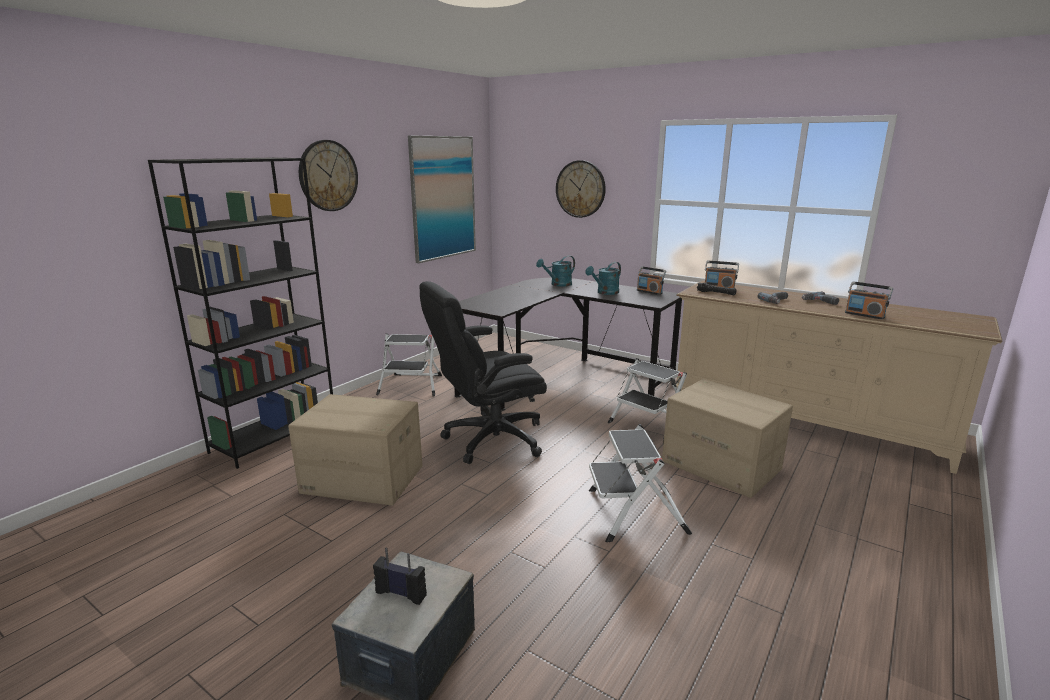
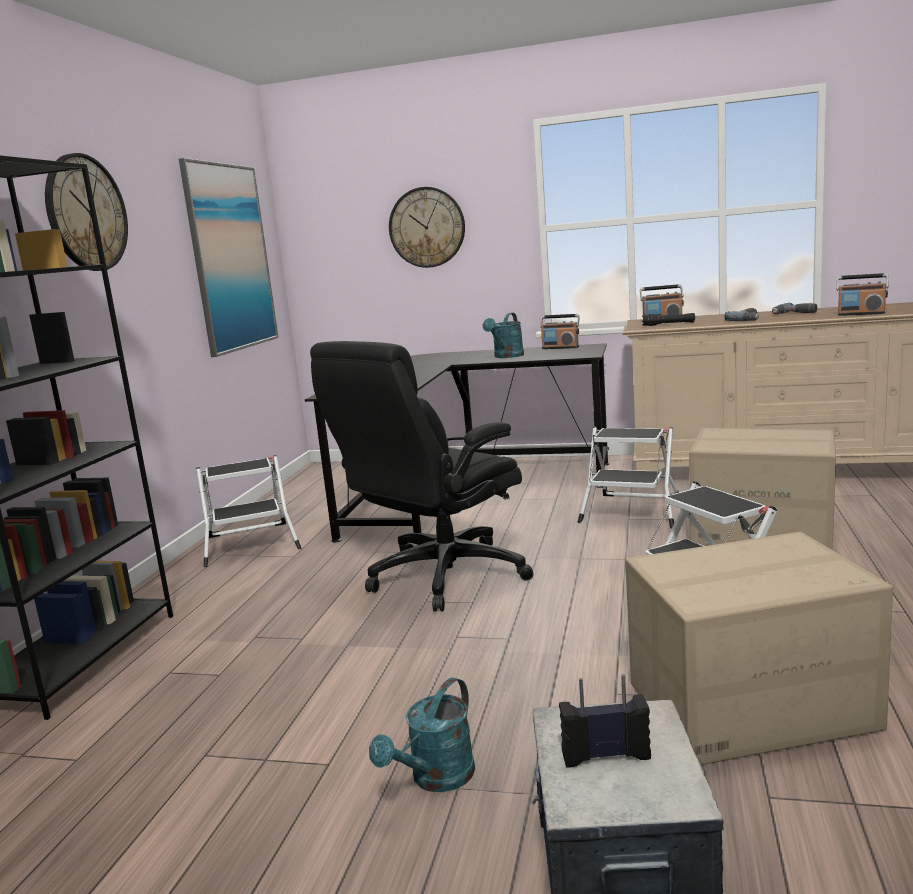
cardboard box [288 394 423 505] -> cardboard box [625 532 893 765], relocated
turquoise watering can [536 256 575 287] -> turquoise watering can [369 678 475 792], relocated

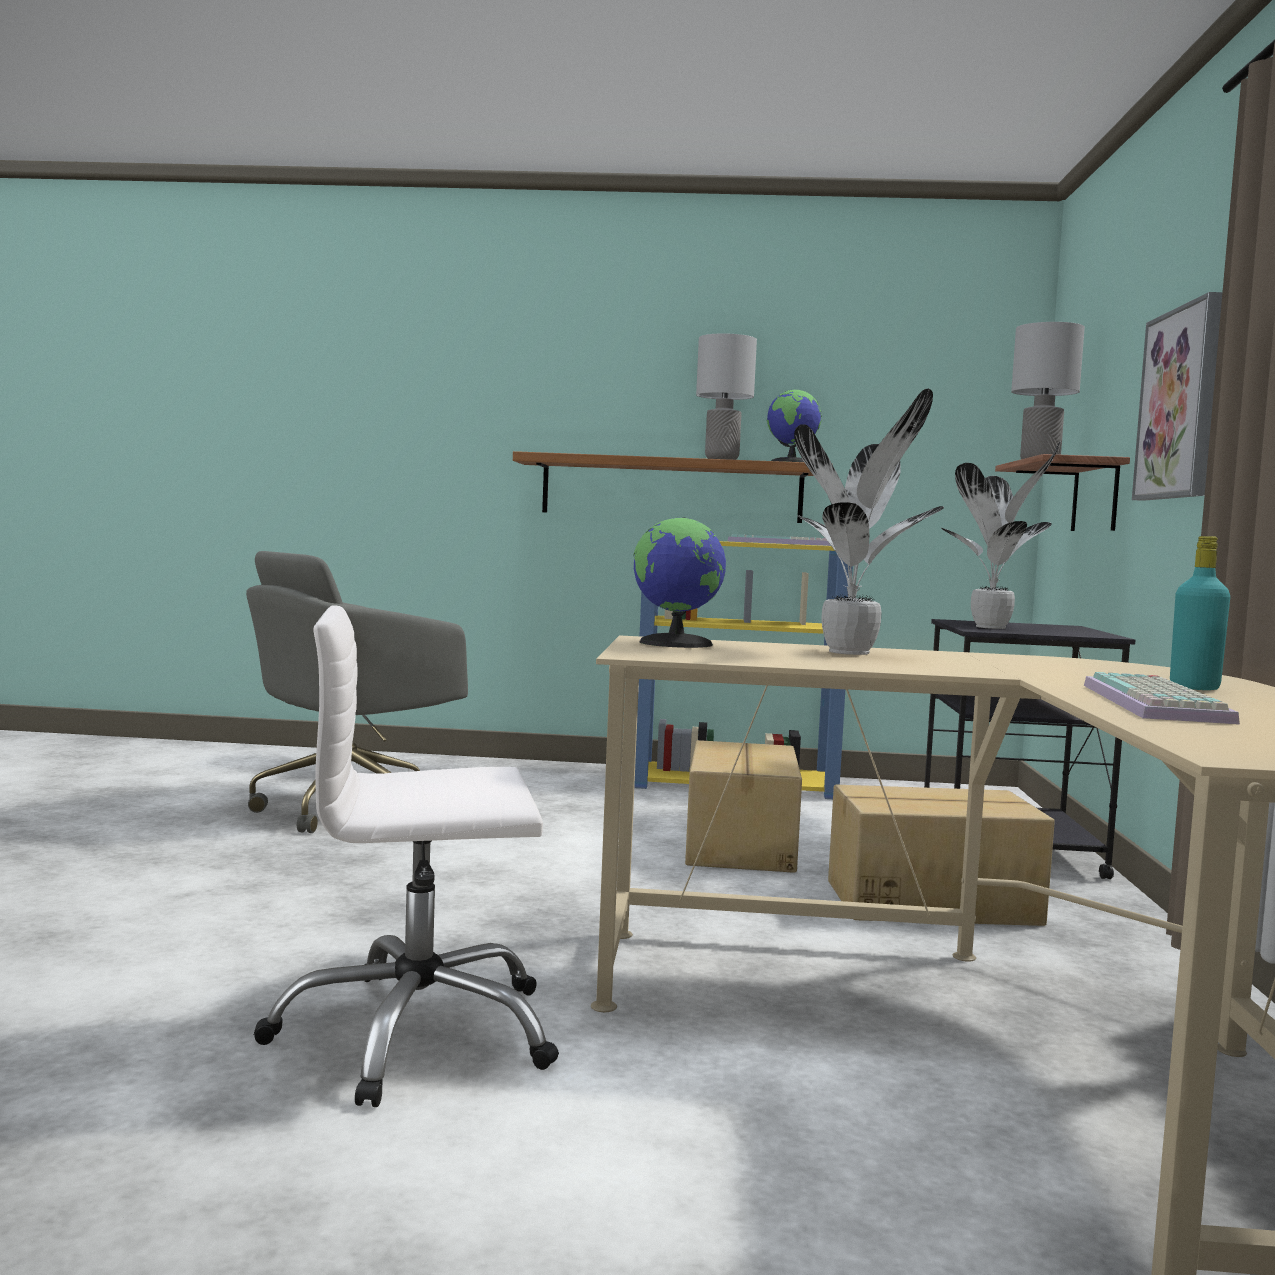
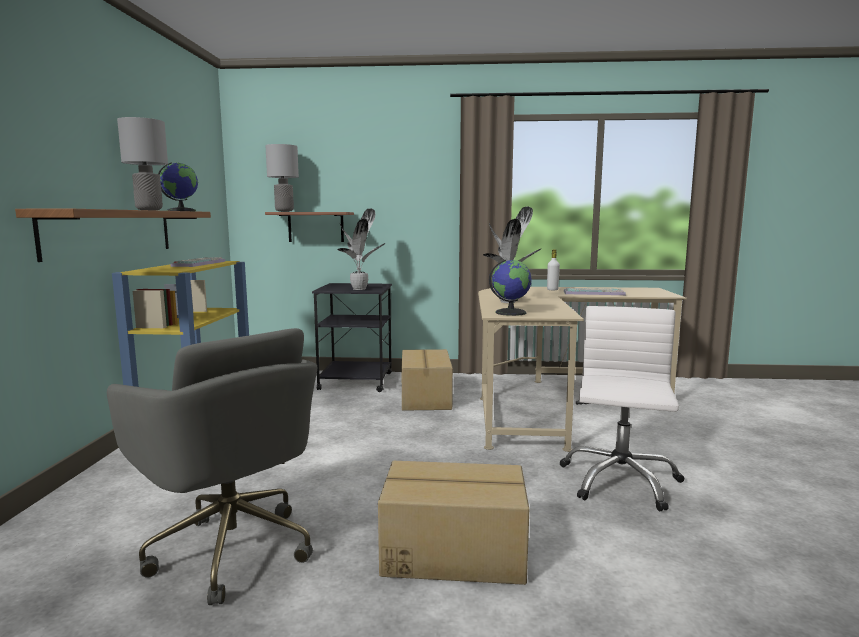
picture [1132 292 1222 501] -> none
cardboard box [685 740 802 873] -> cardboard box [378 461 529 585], relocated
turquoise bottle [1170 536 1230 690] -> white bottle [547 249 560 290]
white office chair [254 606 559 1107] -> white office chair [559 306 685 511], 150 degrees counterclockwise

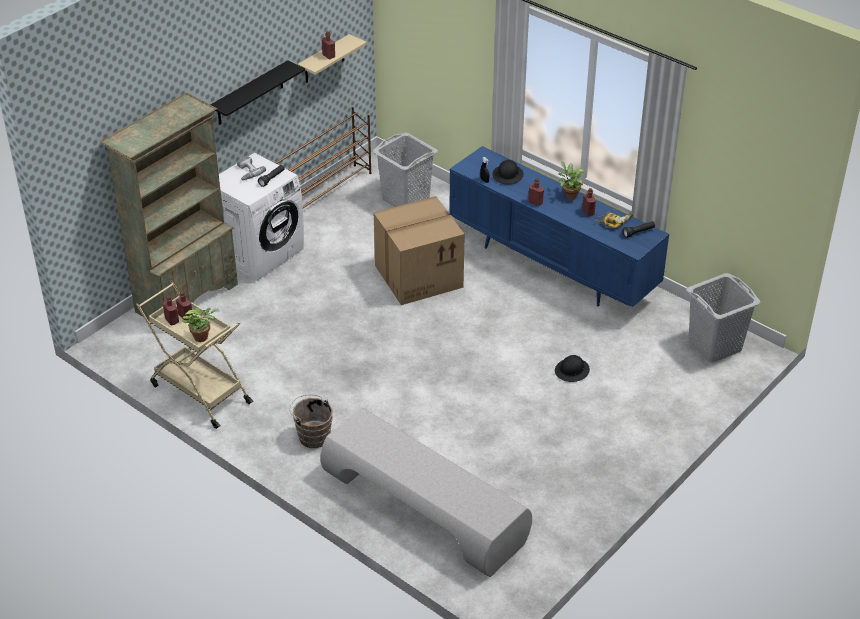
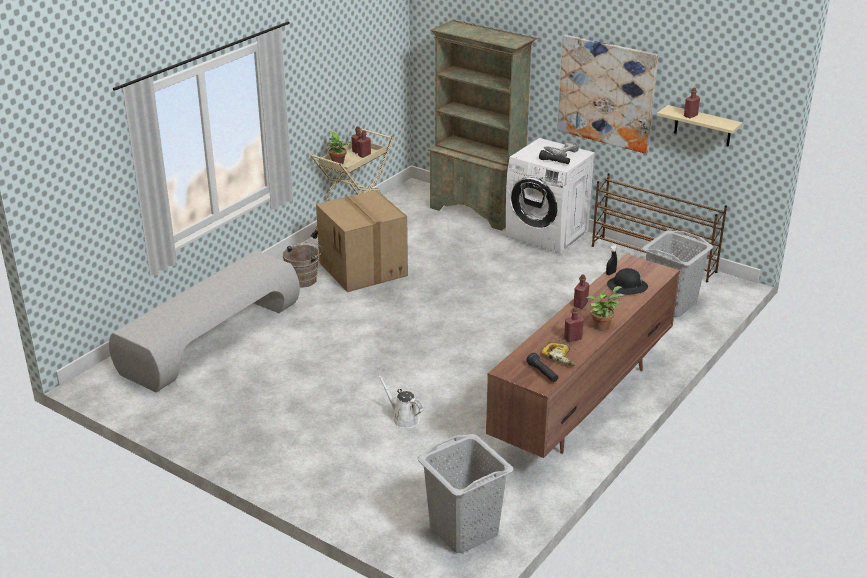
cardboard box [374 196 465 305] -> cardboard box [316 190 408 292], relocated
black shelf [211 60 305 125] -> picture [557 35 658 154]
black hard hat [555 355 590 382] -> white watering can [378 375 423 428]
blue cabinet [449 146 669 307] -> brown cabinet [486 254 680 458]

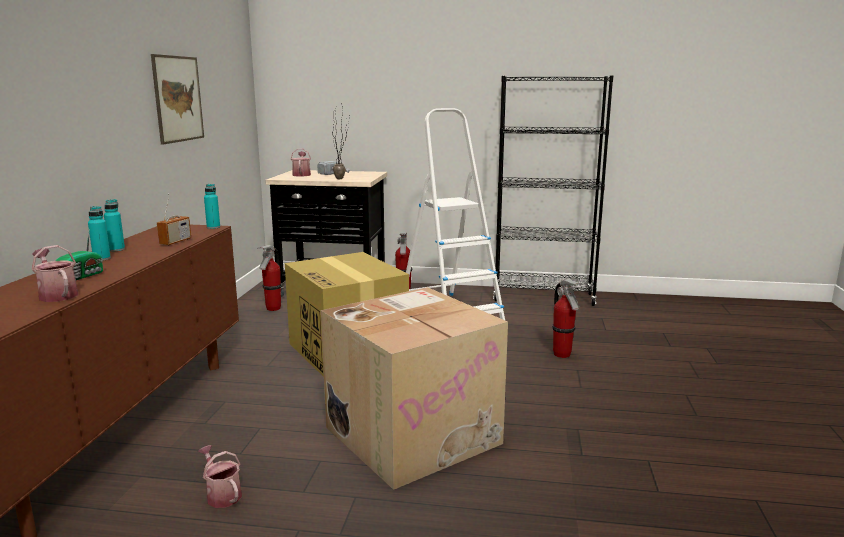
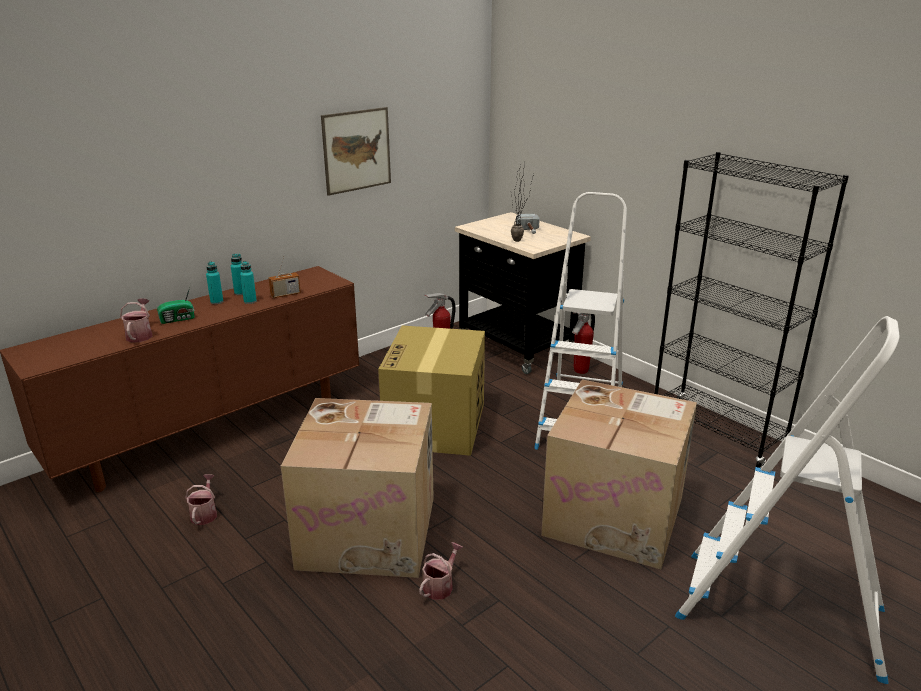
none -> white step ladder [675 316 900 684]
turquoise bottle [204 184 220 229] -> turquoise bottle [240 261 257 304], relocated
watering can [291 149 311 177] -> watering can [419 542 463 600], relocated
fire extinguisher [552 279 582 358] -> cardboard box [541 379 697 569]

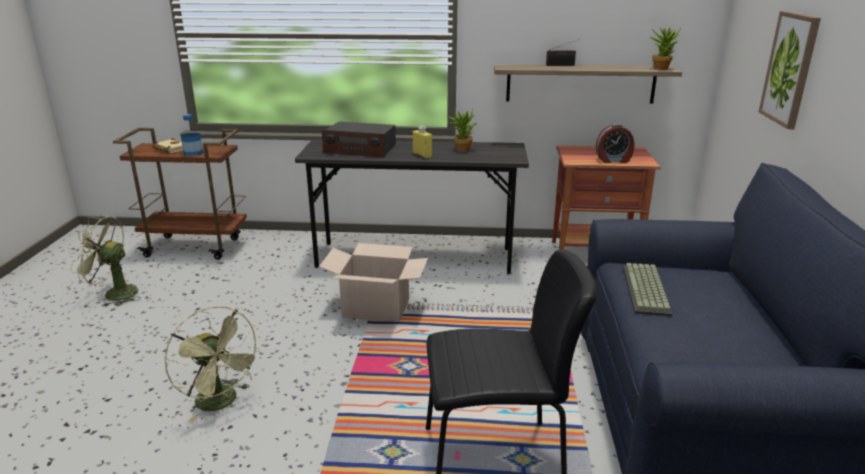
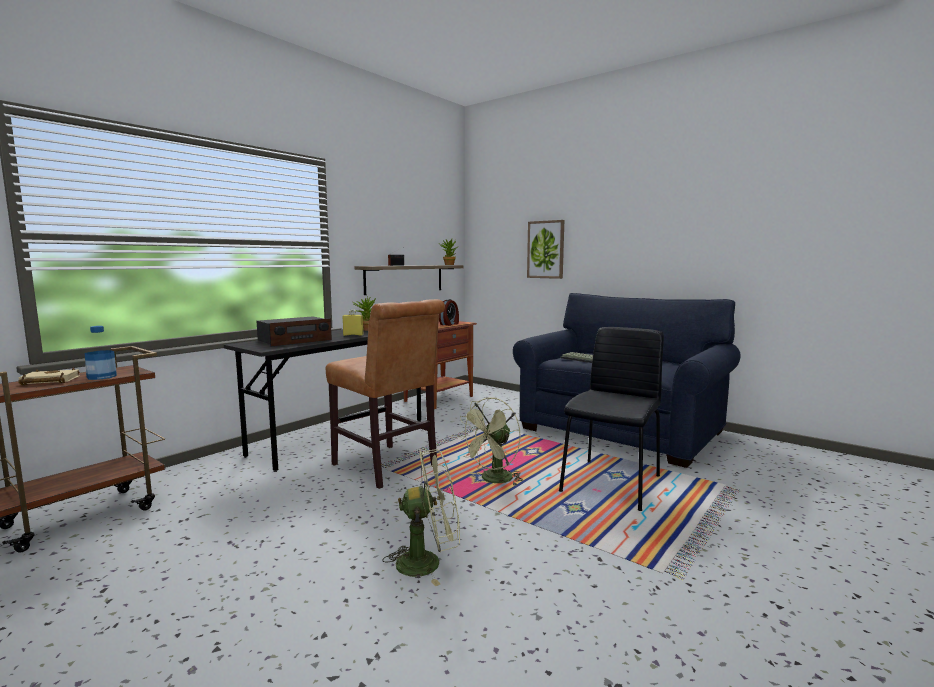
green fan [69 215 141 307] -> green fan [457 397 523 486], relocated
cardboard box [319 243 428 322] -> brown chair [326 299 445 489]

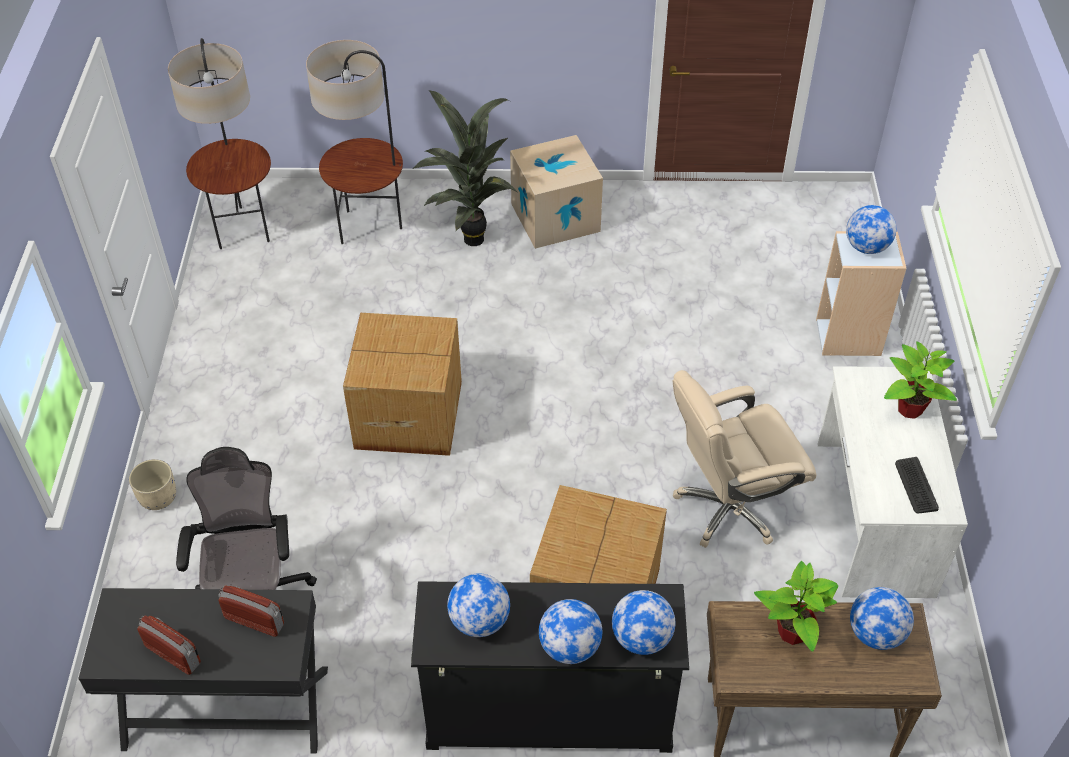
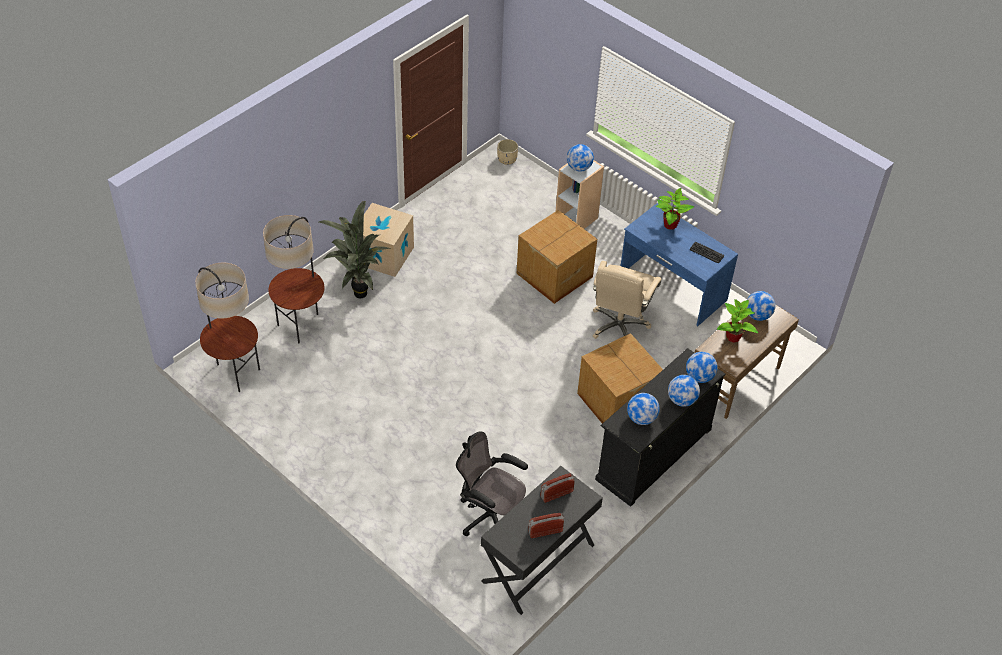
beige planter [129 459 176 510] -> beige planter [497 139 518 165], relocated
cardboard box [343 313 462 456] -> cardboard box [516 210 597 304], relocated
white desk [817 366 968 598] -> blue desk [621 203 738 326]

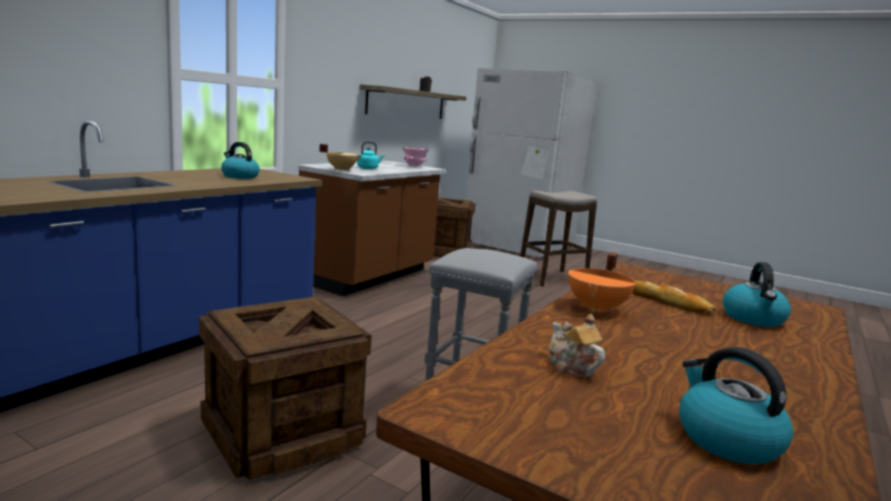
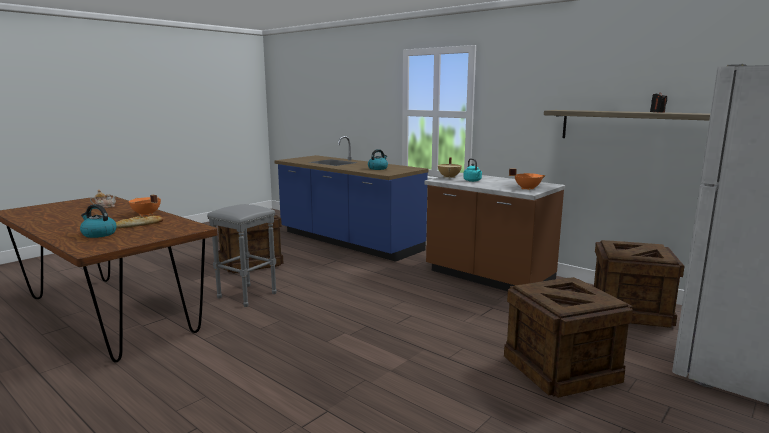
kettle [679 347 793 464] -> none
pink bowl [402 147 429 167] -> orange cooking pot [509 169 546 190]
stool [520 191 597 287] -> crate [504 277 633 398]

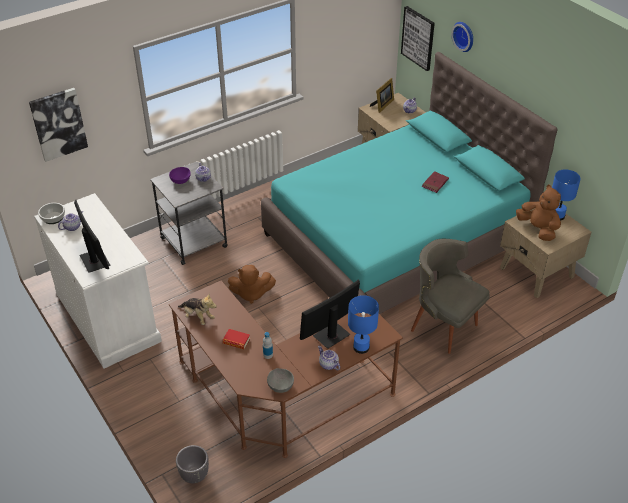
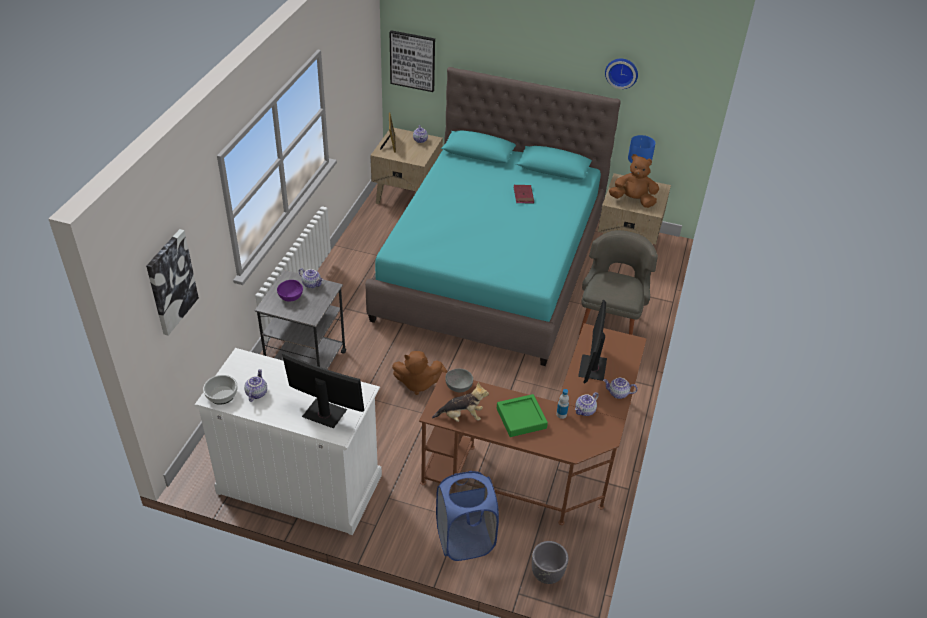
blue table lamp [348 295 379 354] -> none
none -> blue laundry basket [436 471 499 561]
none -> teapot [575 392 599 416]
grey bowl [267 368 294 393] -> grey bowl [445 369 473 392], relocated
wall clock [451 22 473 52] -> wall clock [605 59 638 89], relocated
book [222 329 250 349] -> green tray [497 394 548 437]
brown plush toy [228 265 276 304] -> brown plush toy [392 351 447 395], 45 degrees clockwise
grey chair [411 239 490 354] -> grey chair [579 230 658 335], 105 degrees clockwise

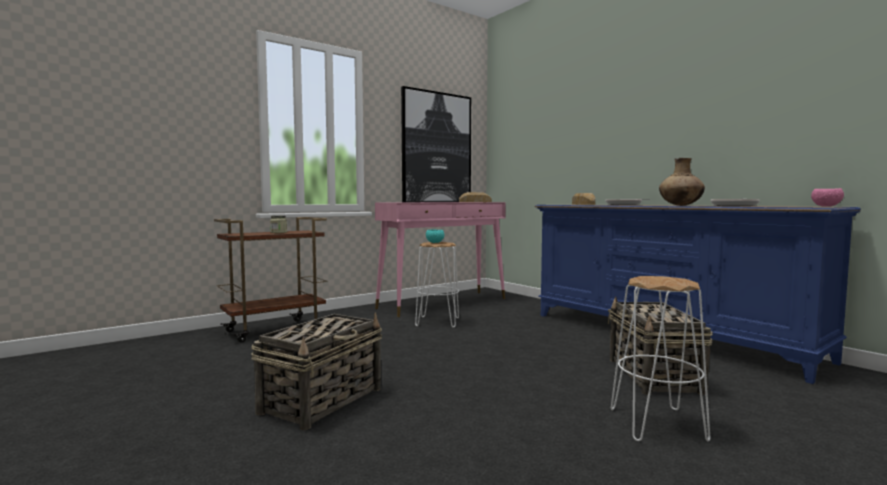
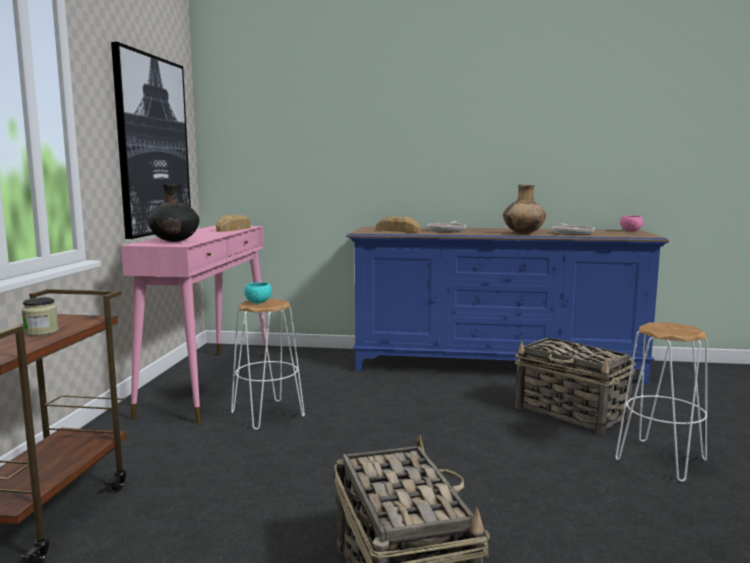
none -> black vase [147 184 200 242]

